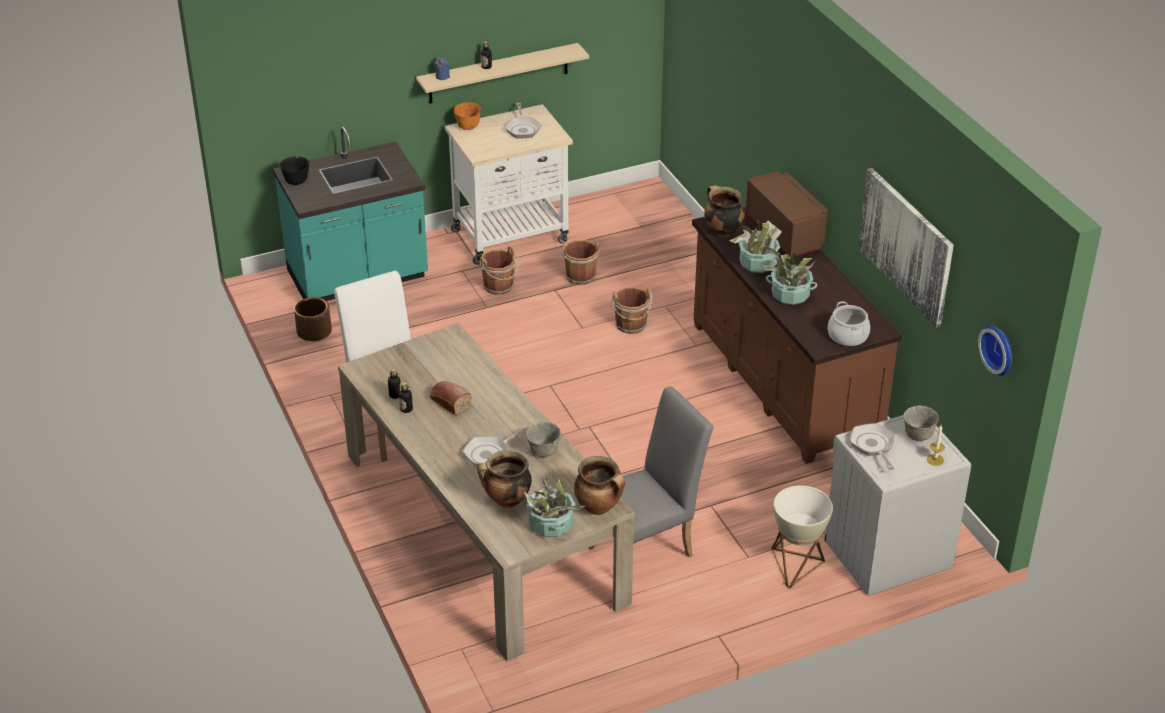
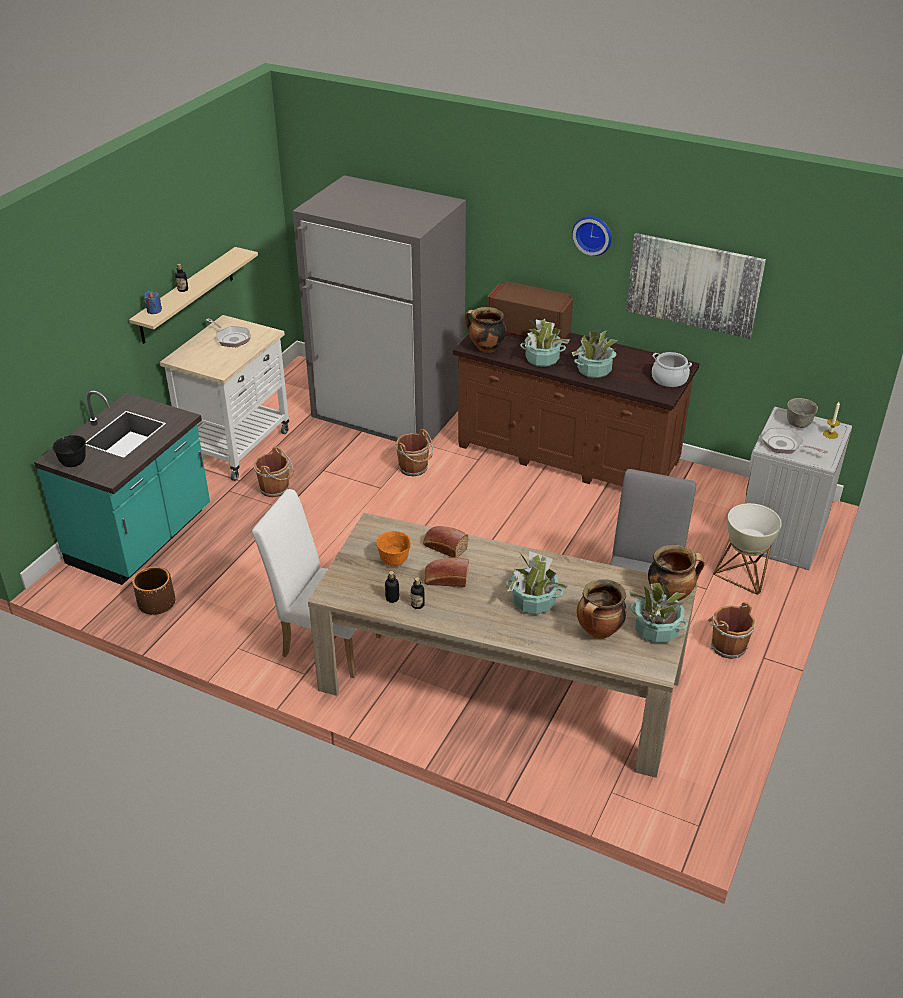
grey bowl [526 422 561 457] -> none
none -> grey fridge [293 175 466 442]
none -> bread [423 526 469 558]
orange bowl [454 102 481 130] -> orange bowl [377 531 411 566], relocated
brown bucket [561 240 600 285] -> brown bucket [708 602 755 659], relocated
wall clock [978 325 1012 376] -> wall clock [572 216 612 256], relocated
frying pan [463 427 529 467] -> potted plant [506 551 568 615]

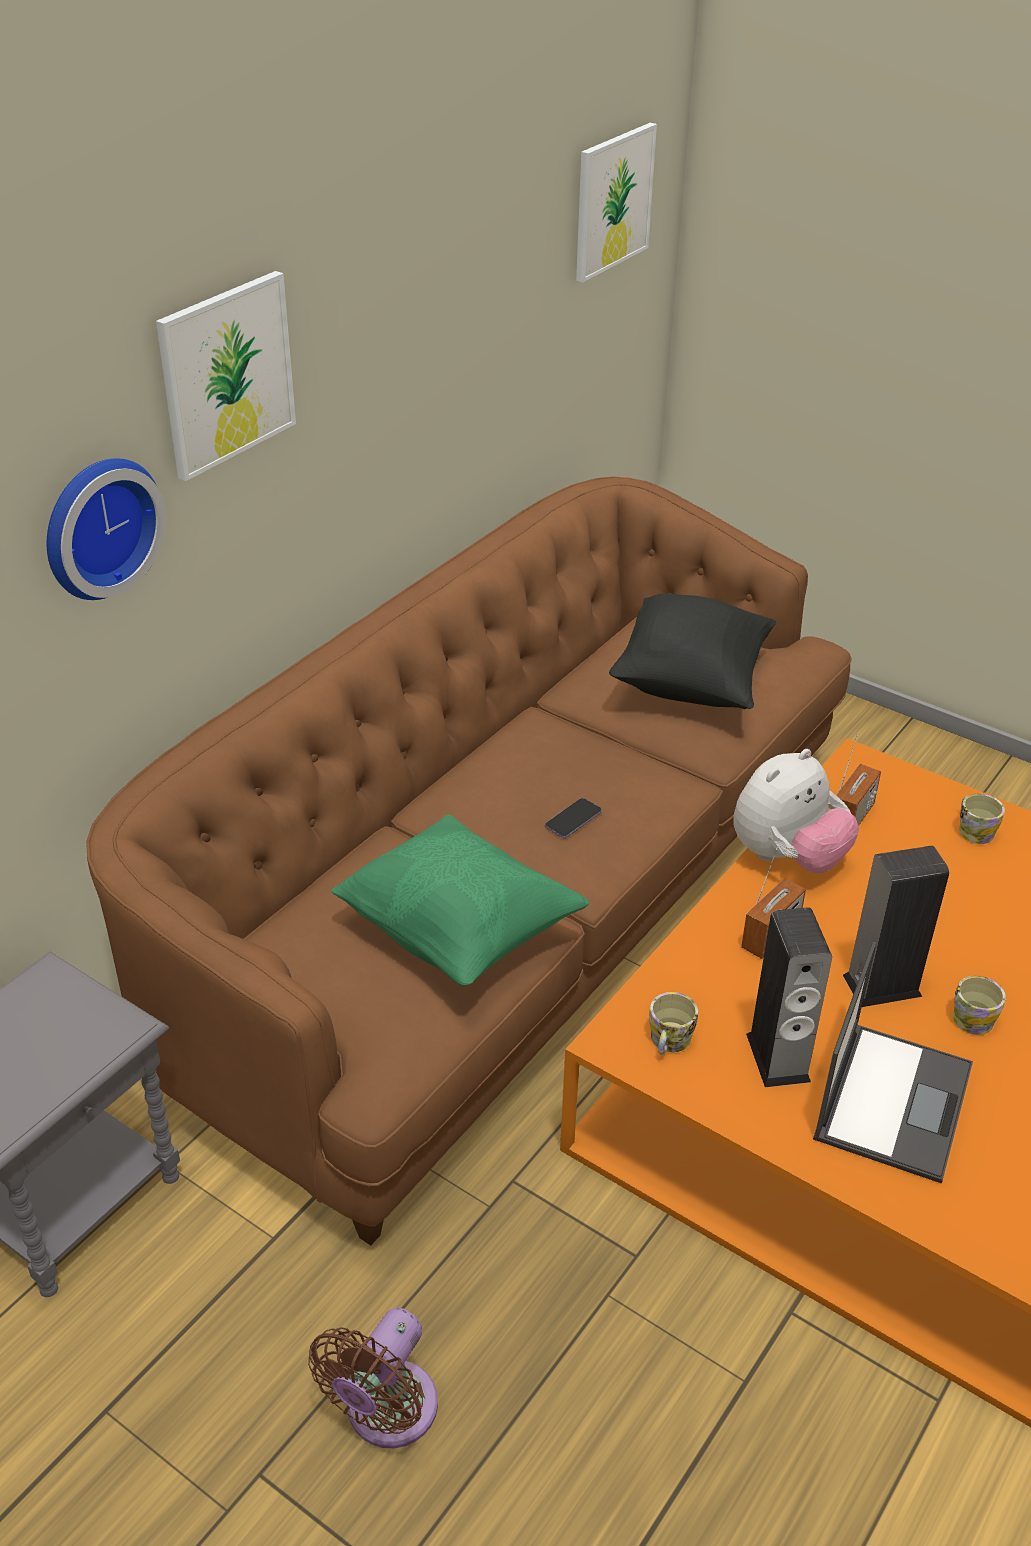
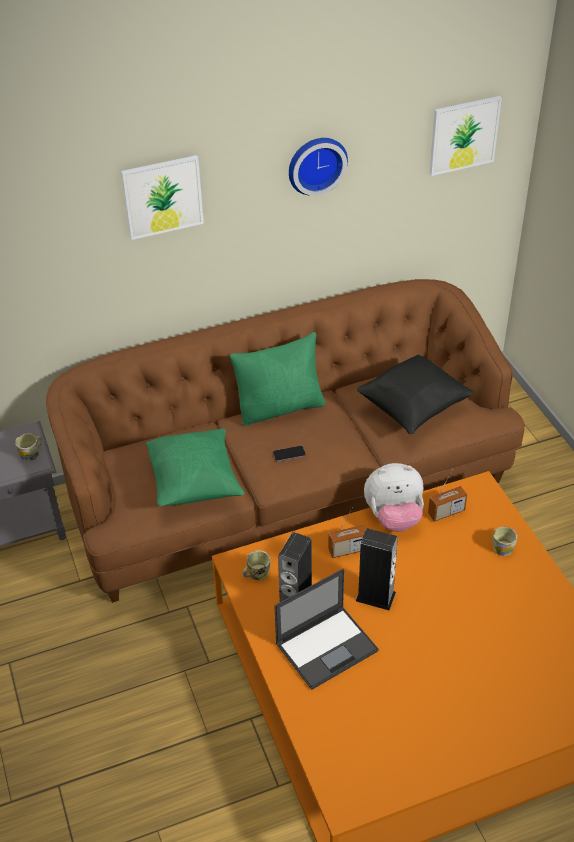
brown fan [308 1307 438 1448] -> none
none -> green pillow [230 332 325 426]
wall clock [47 459 166 600] -> wall clock [289 138 348 196], relocated
mug [953 976 1006 1035] -> mug [15 433 42 461], relocated

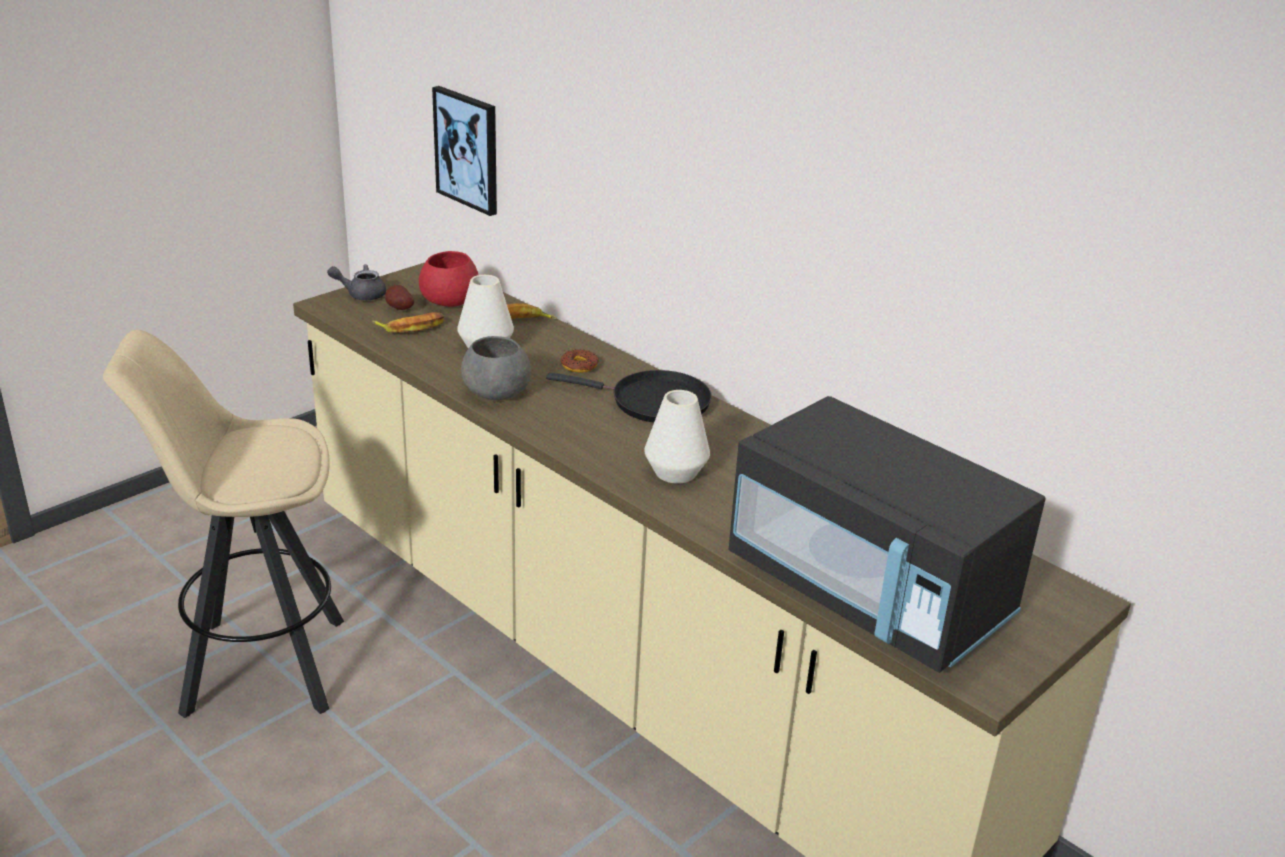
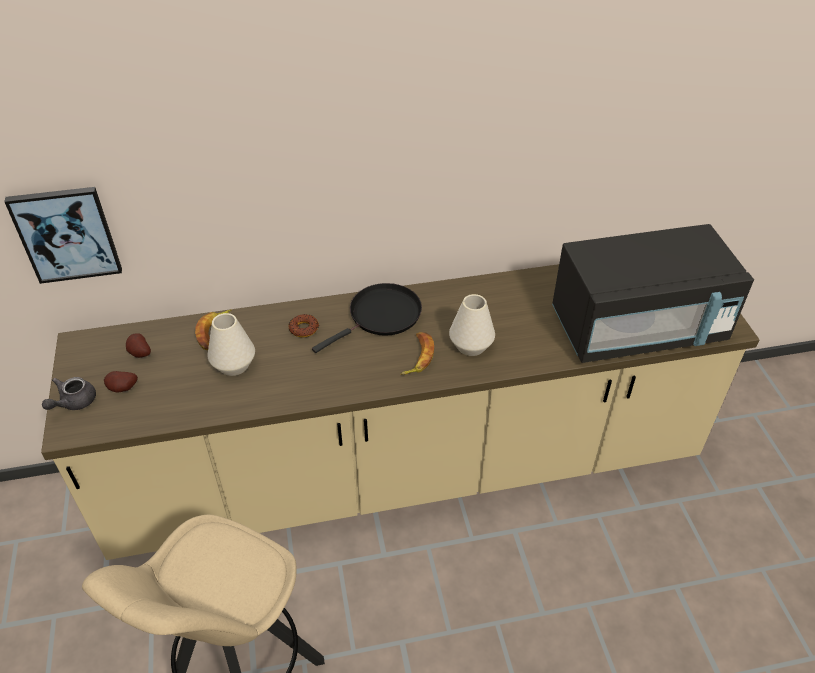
grey bowl [461 336 531 400] -> none
banana [372 312 444 333] -> banana [400 332 434 375], relocated
red bowl [419 251 478 307] -> potato [126 333 151 358]

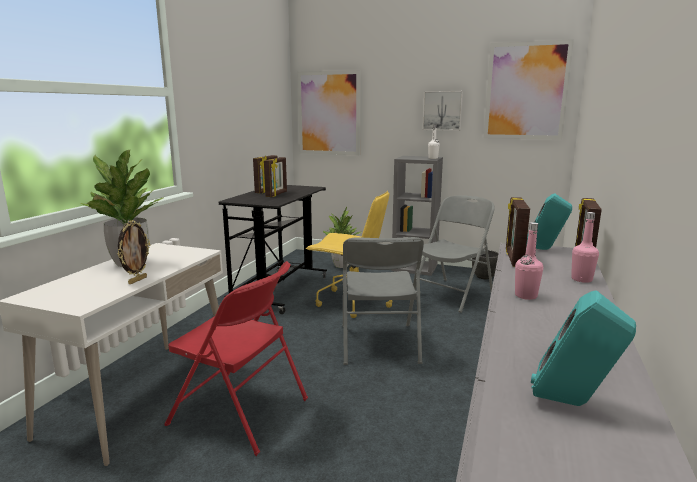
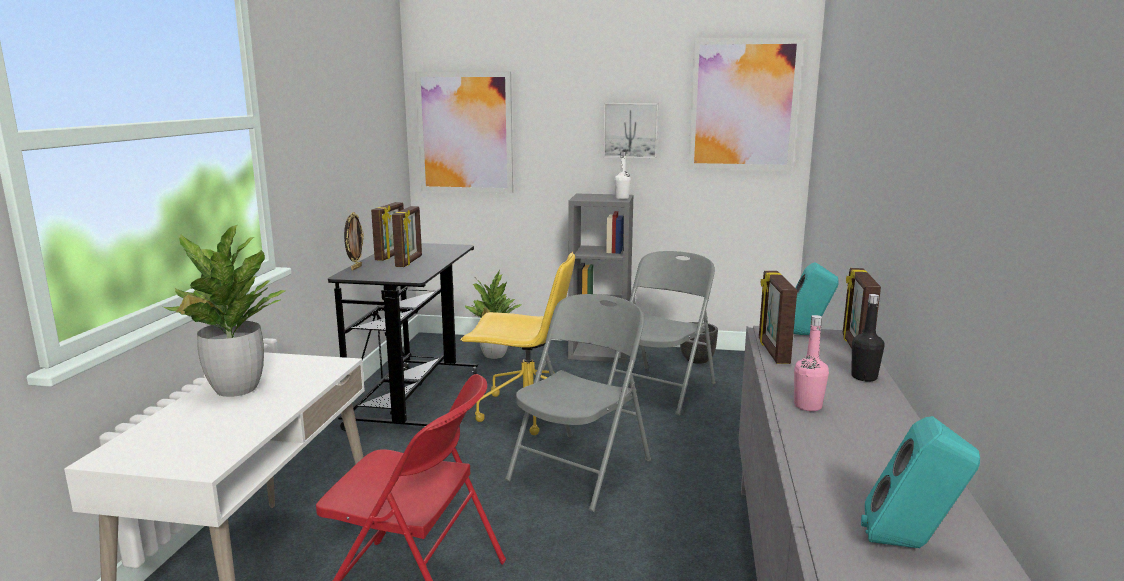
picture frame [118 220 151 284] -> picture frame [344 212 364 270], relocated
pink bottle [571 212 599 283] -> black bottle [851 294 885 381]
grey chair [342 237 424 365] -> grey chair [505 294 651 512], 135 degrees counterclockwise

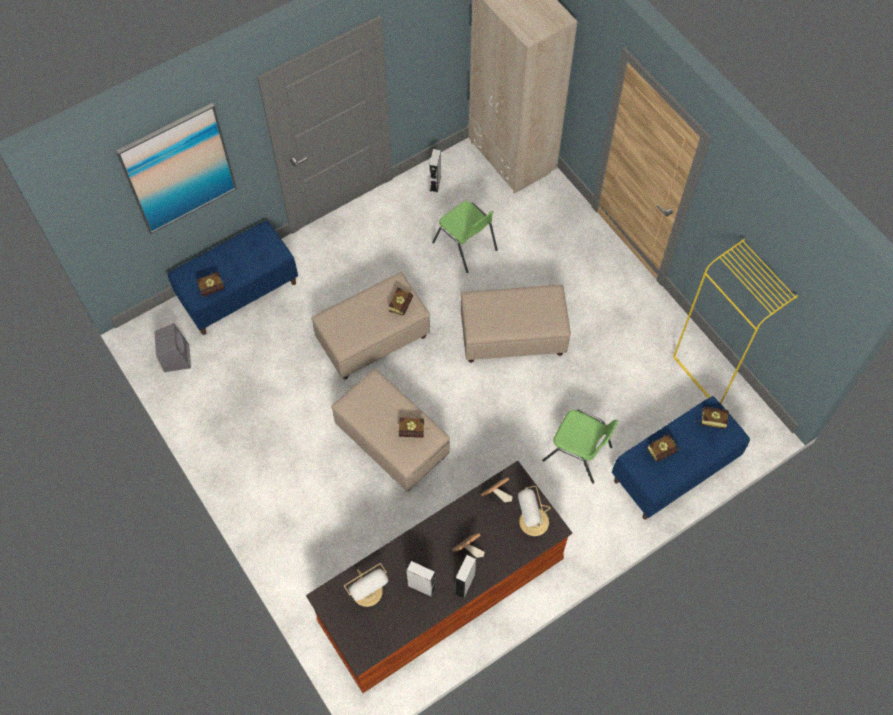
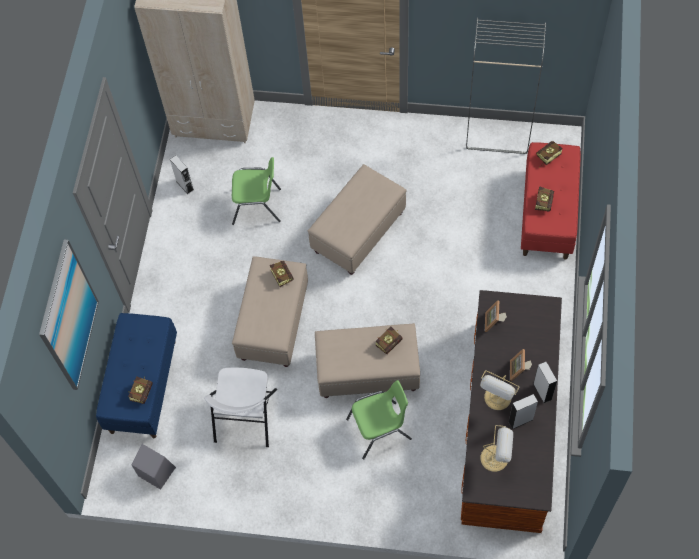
none -> white chair [204 368 277 447]
table lamp [518 486 551 536] -> table lamp [480 370 519 410], relocated
green chair [542 409 618 484] -> green chair [346 380 412 459], relocated
blue bench [612 396 750 520] -> red bench [521 142 581 260]
yellow clothes rack [673 239 798 404] -> grey clothes rack [466 18 546 154]

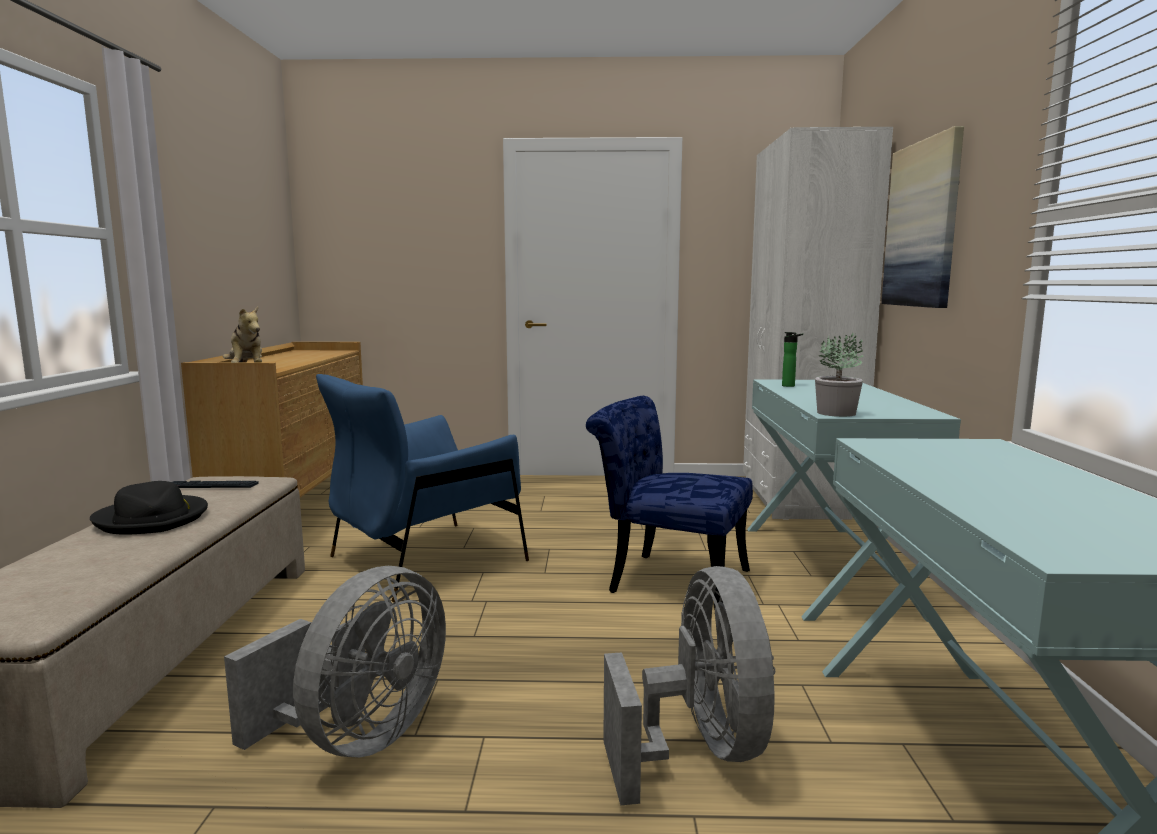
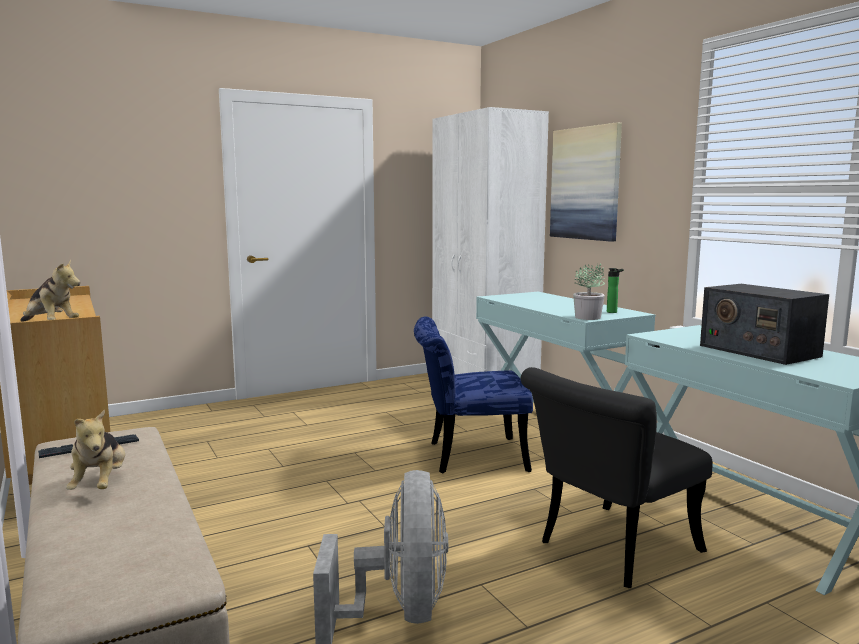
blue armchair [316 374 529 602] -> none
none -> radio [700 284 829 365]
bottle [782 332 803 387] -> bottle [607 268 624 313], relocated
black hat [90 481 208 535] -> plush toy [66 409 125 490]
grey fan [603 566 775 806] -> black chair [521 367 712 588]

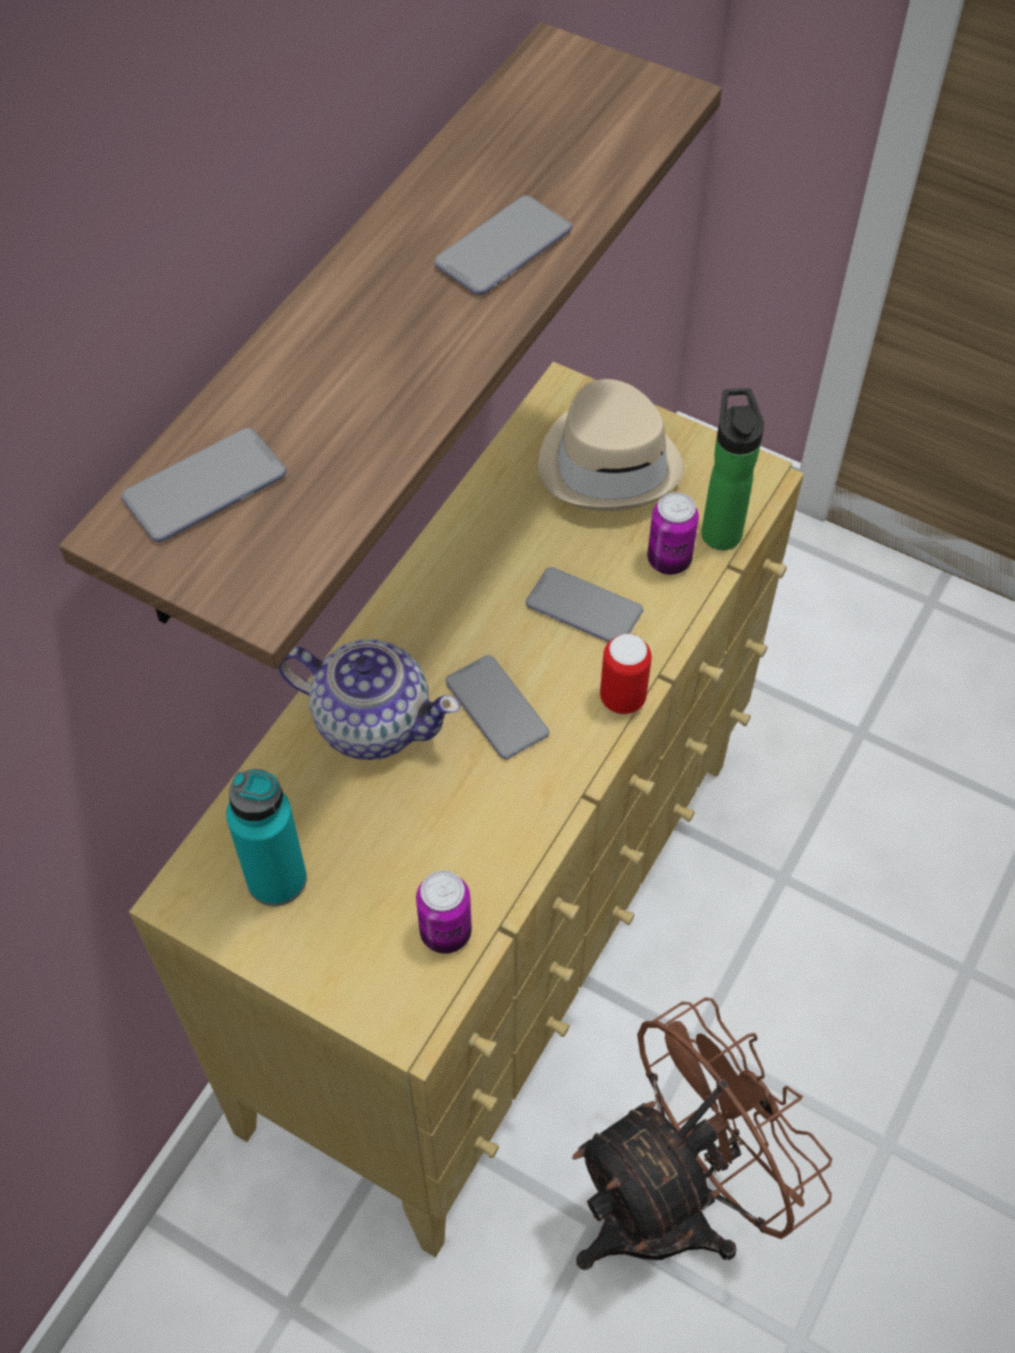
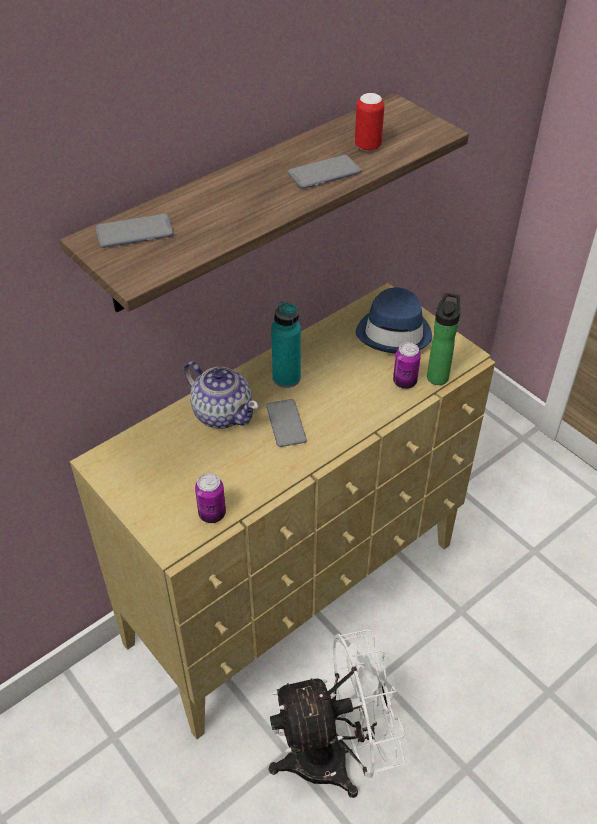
phone [526 567 643 642] -> none
turquoise bottle [226 769 307 906] -> turquoise bottle [271 302 301 388], relocated
can [600 634 652 714] -> can [355 93 384 151], relocated
beige hat [538 379 684 511] -> blue hat [356 287 432 353]
brown fan [572 997 832 1270] -> white fan [268 629 405 798]

